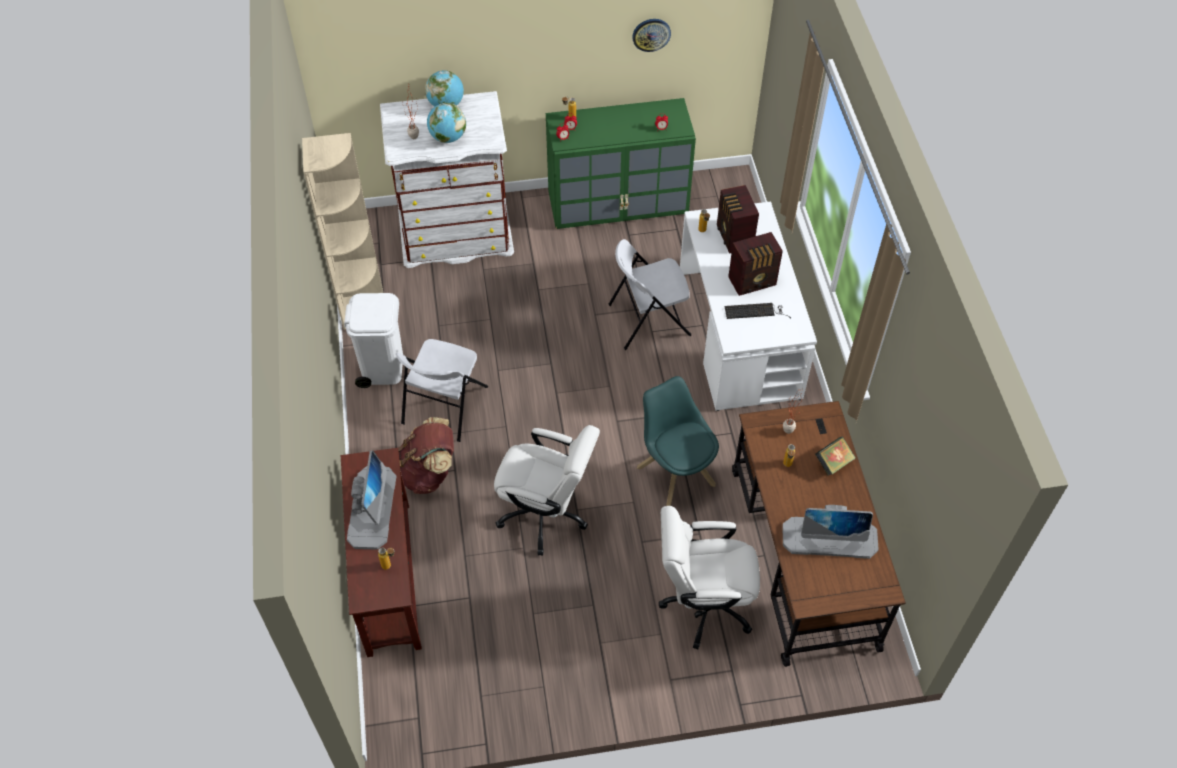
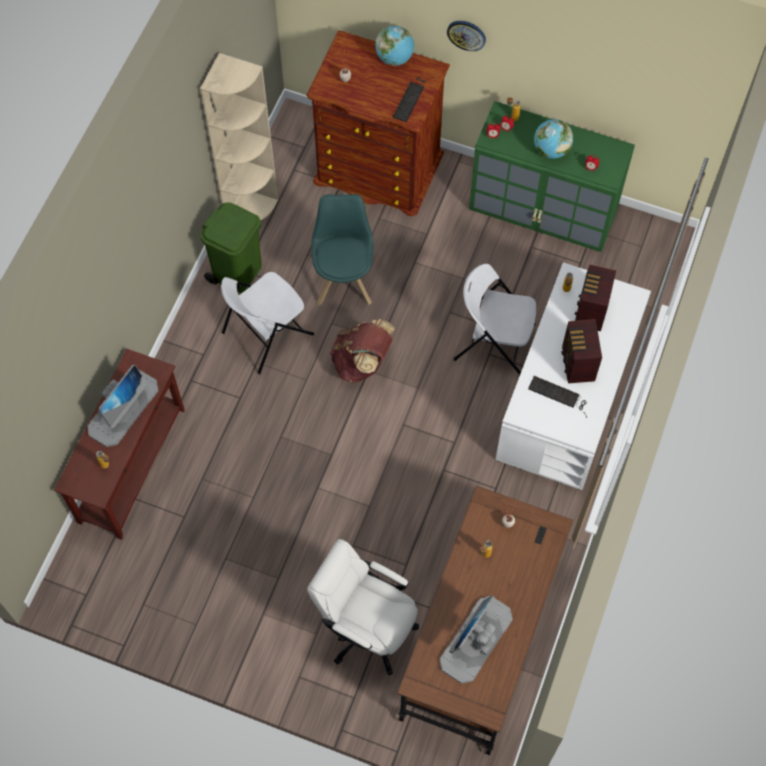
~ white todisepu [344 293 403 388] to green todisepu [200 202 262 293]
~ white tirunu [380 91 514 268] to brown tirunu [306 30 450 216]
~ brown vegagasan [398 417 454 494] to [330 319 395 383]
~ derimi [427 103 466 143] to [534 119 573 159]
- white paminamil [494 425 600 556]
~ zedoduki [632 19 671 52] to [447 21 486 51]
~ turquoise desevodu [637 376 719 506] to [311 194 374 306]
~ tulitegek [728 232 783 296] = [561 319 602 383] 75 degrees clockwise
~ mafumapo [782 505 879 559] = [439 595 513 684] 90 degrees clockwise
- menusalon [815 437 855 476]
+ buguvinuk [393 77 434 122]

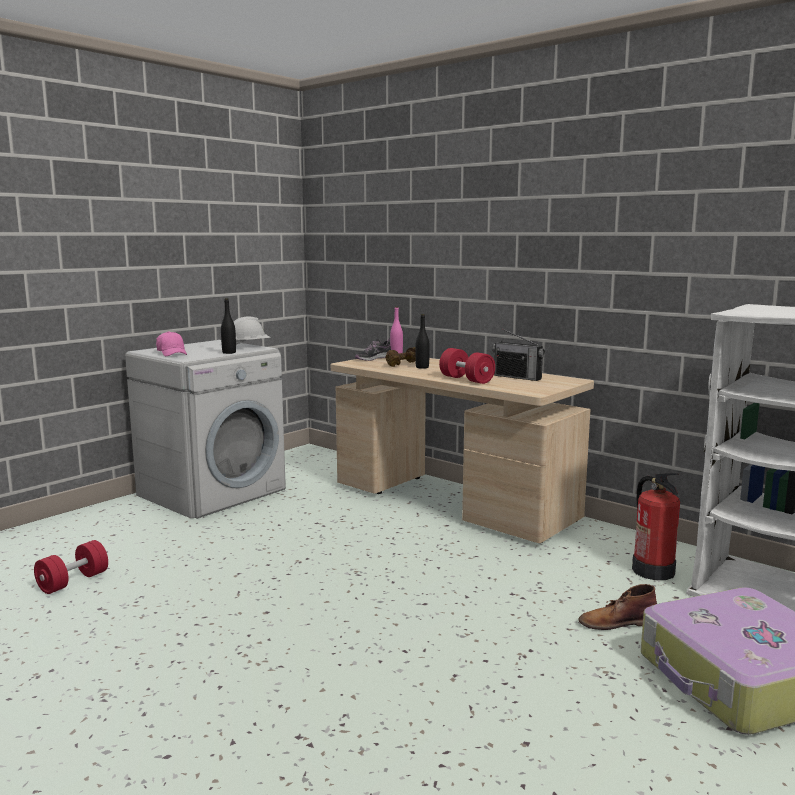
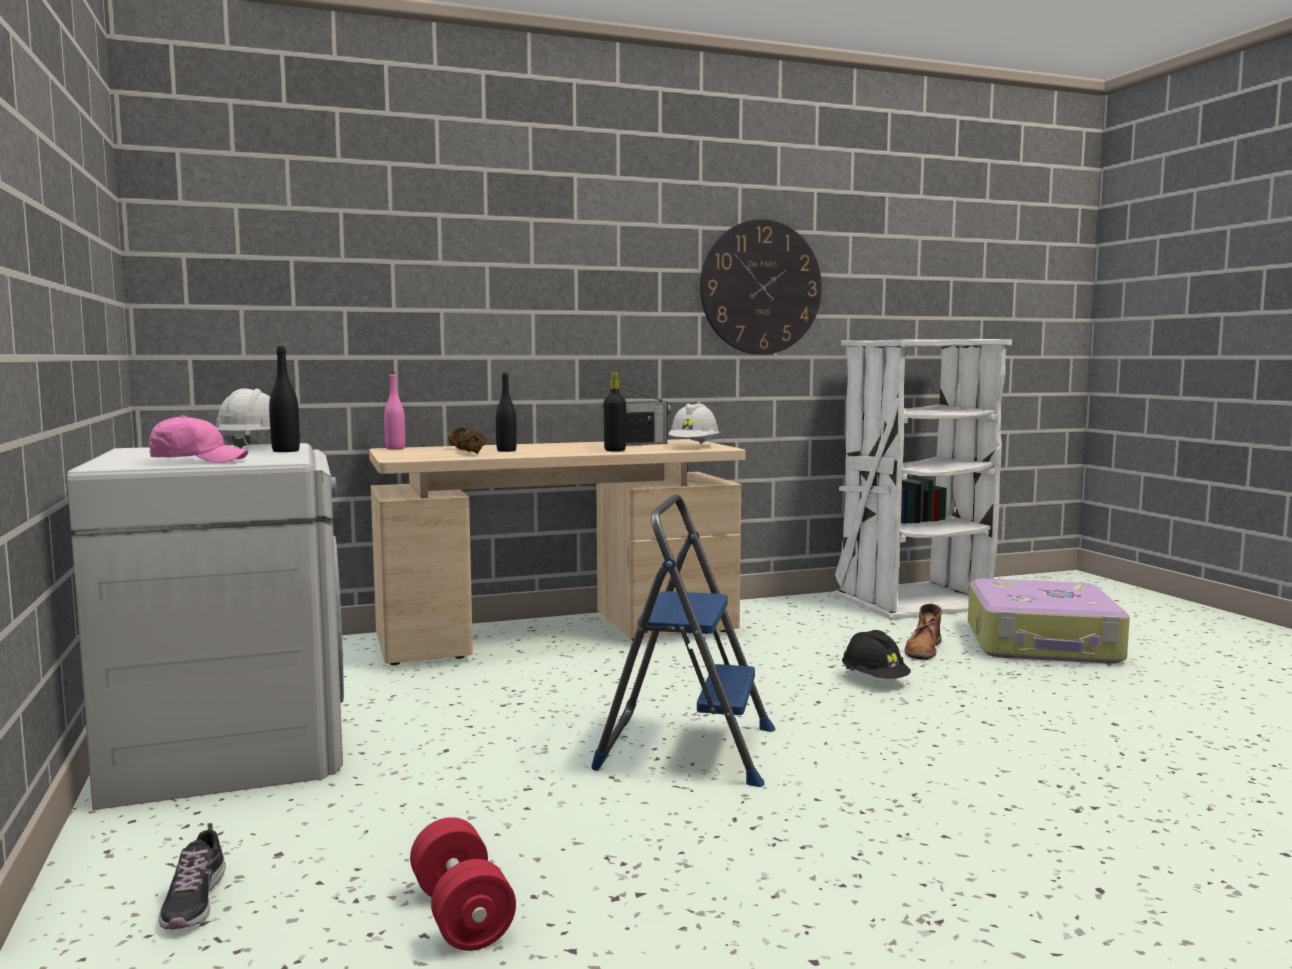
~ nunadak [355 338 391 361] to [159 823 226 929]
~ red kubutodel [439 348 495 384] to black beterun [604 373 626 452]
- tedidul [632 473 680 580]
+ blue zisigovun [591 494 775 787]
+ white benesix [669 403 719 444]
+ zedoduki [700 219 822 355]
+ black benesix [842 630 911 679]

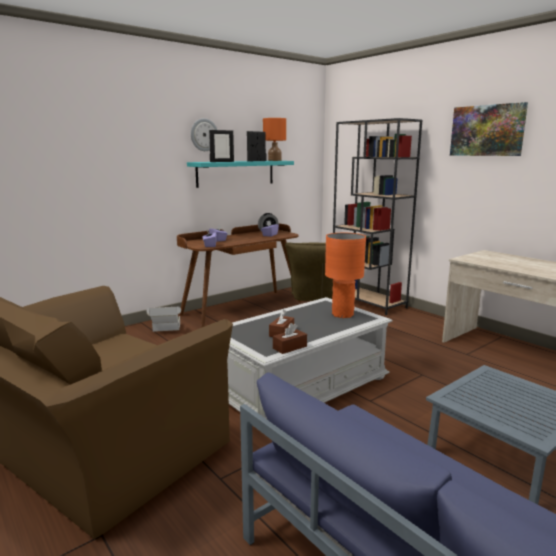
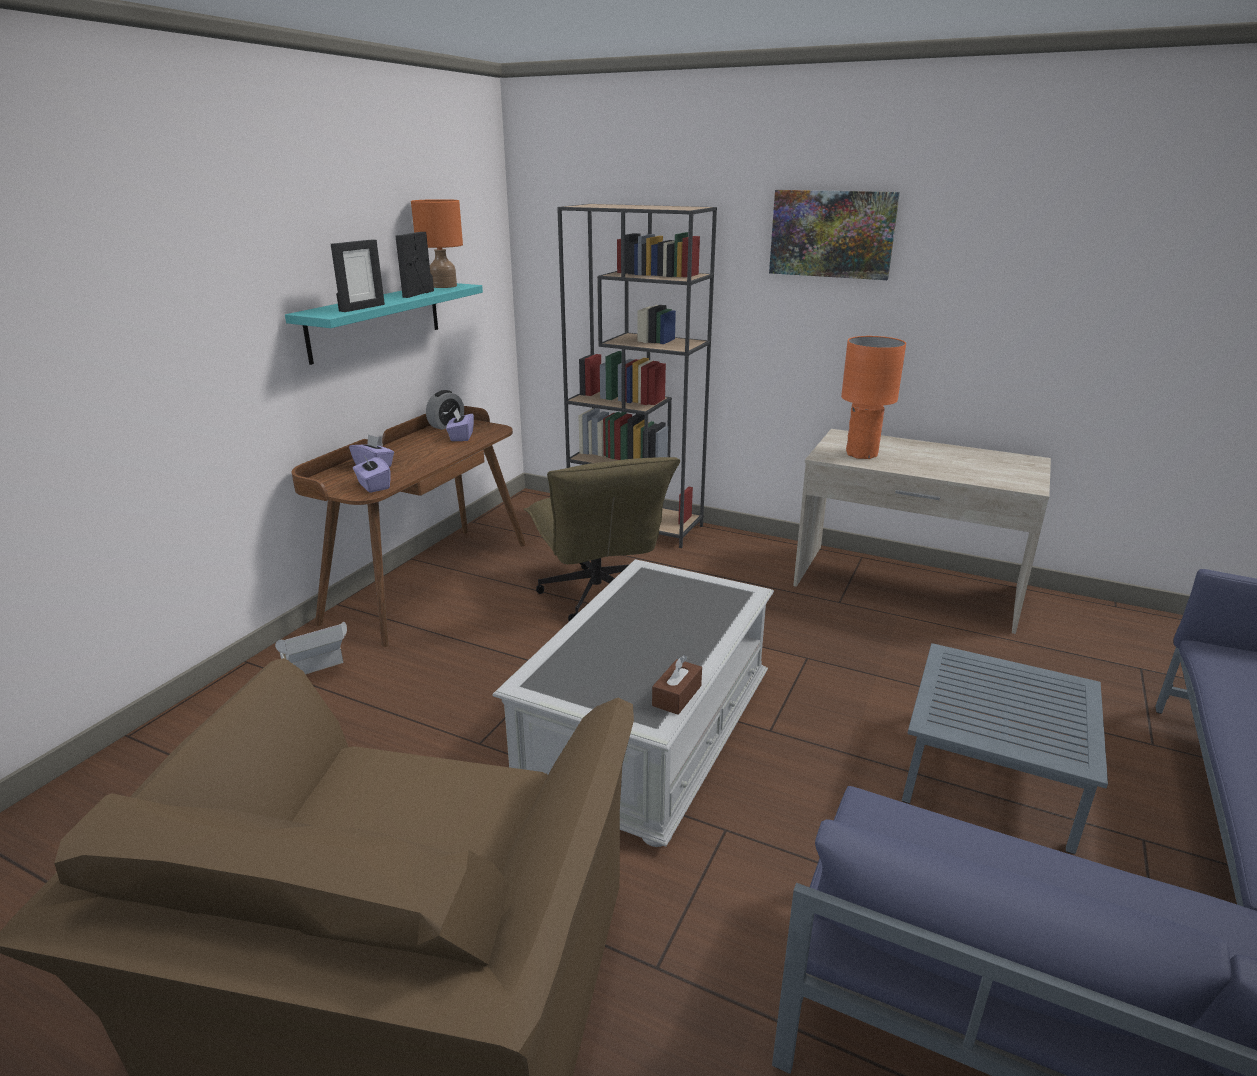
- zedoduki [191 118 217 151]
- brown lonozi [269 310 294 337]
~ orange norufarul [325 233 366 318] to [841 336 906 459]

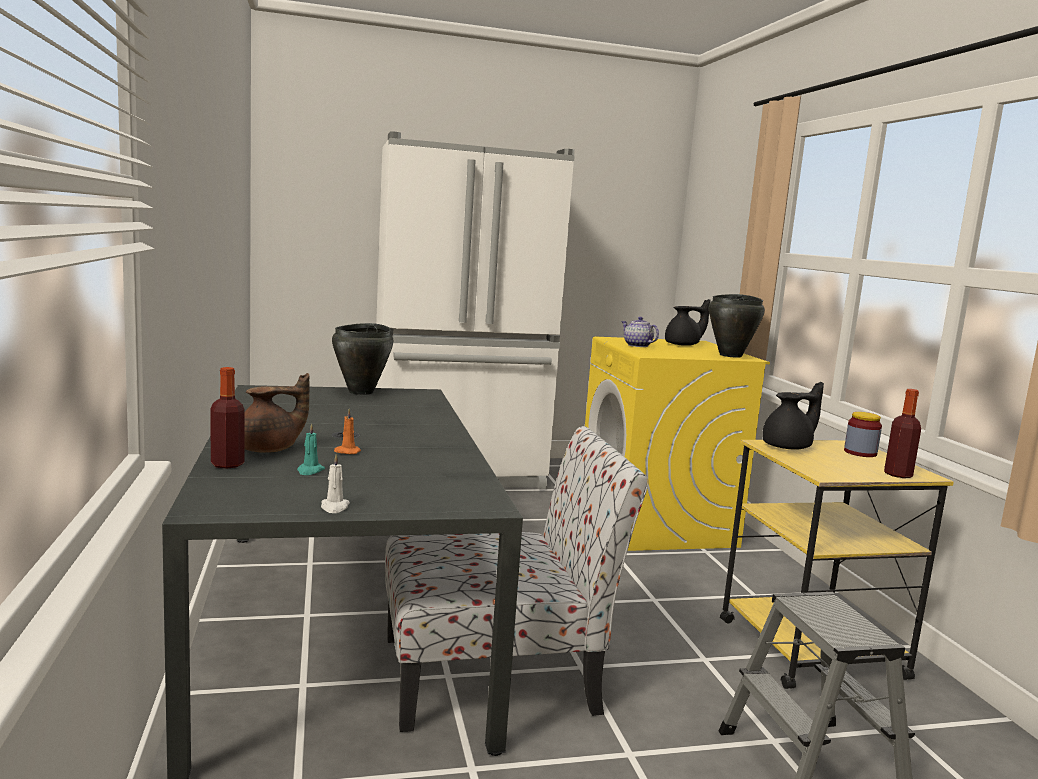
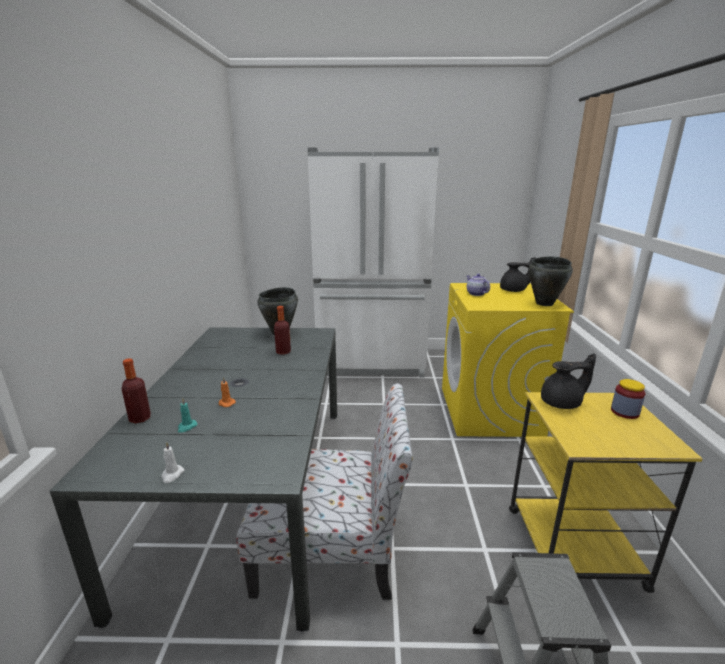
- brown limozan [245 373 310 453]
~ beterun [884 389 921 478] to [274 306 291 355]

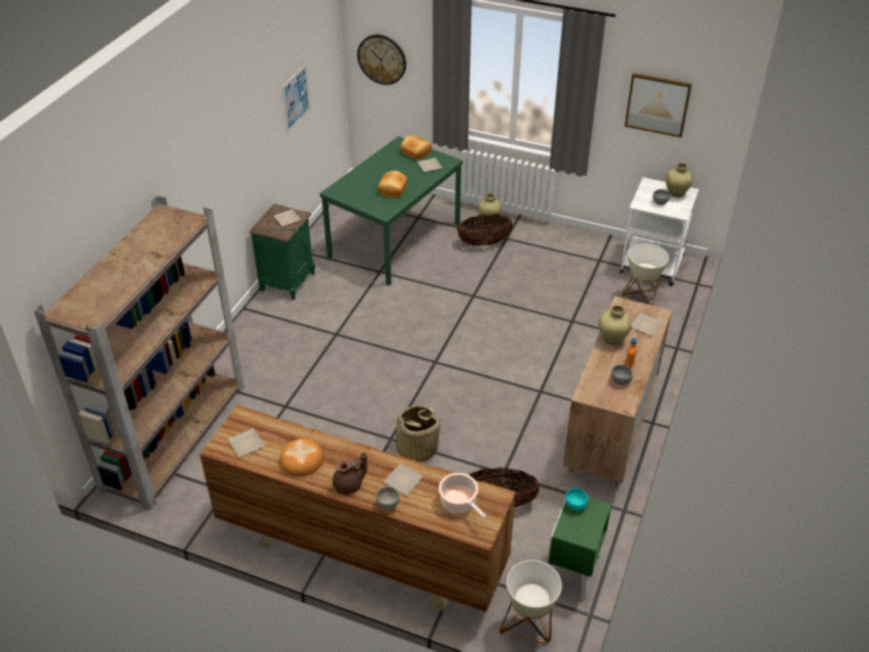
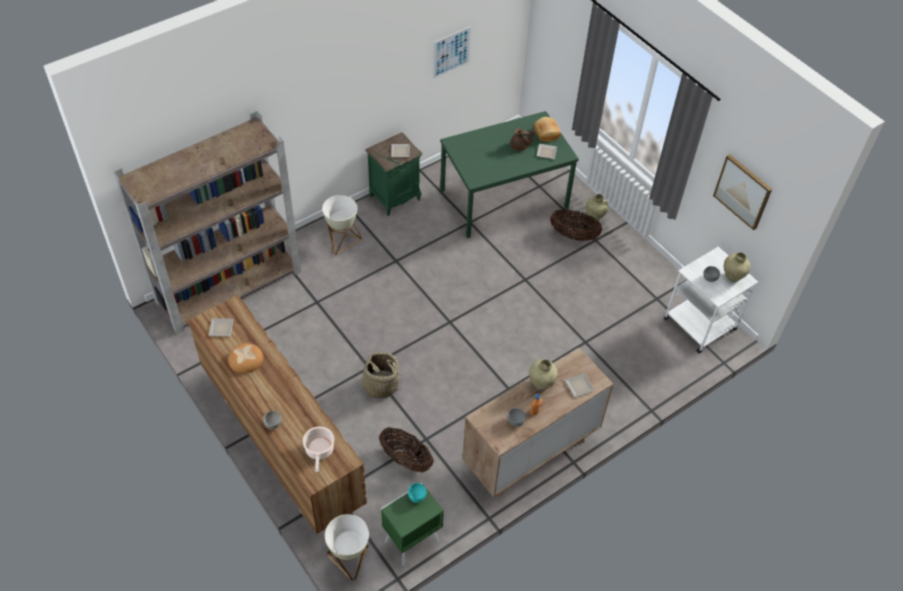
~ brown limozan [333 452 367 494] to [510 128 535 151]
- zedoduki [357 35 406 85]
- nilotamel [378 171 407 197]
- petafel [383 464 424 495]
~ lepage [622 244 669 306] to [322 195 362 255]

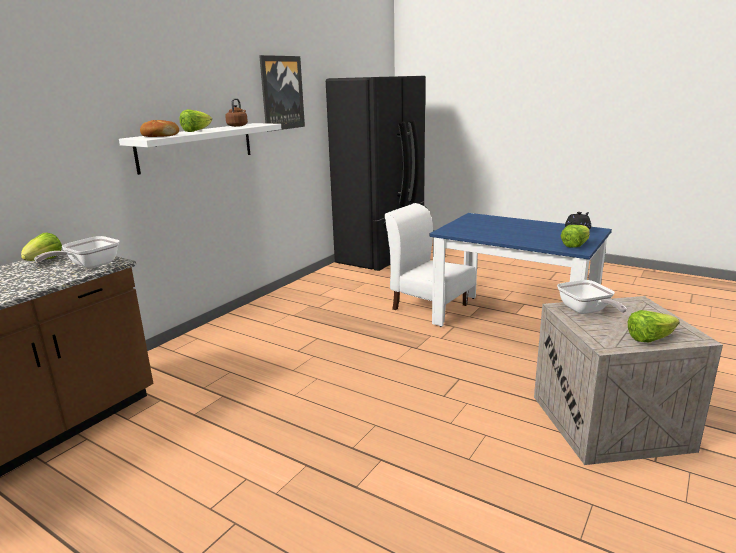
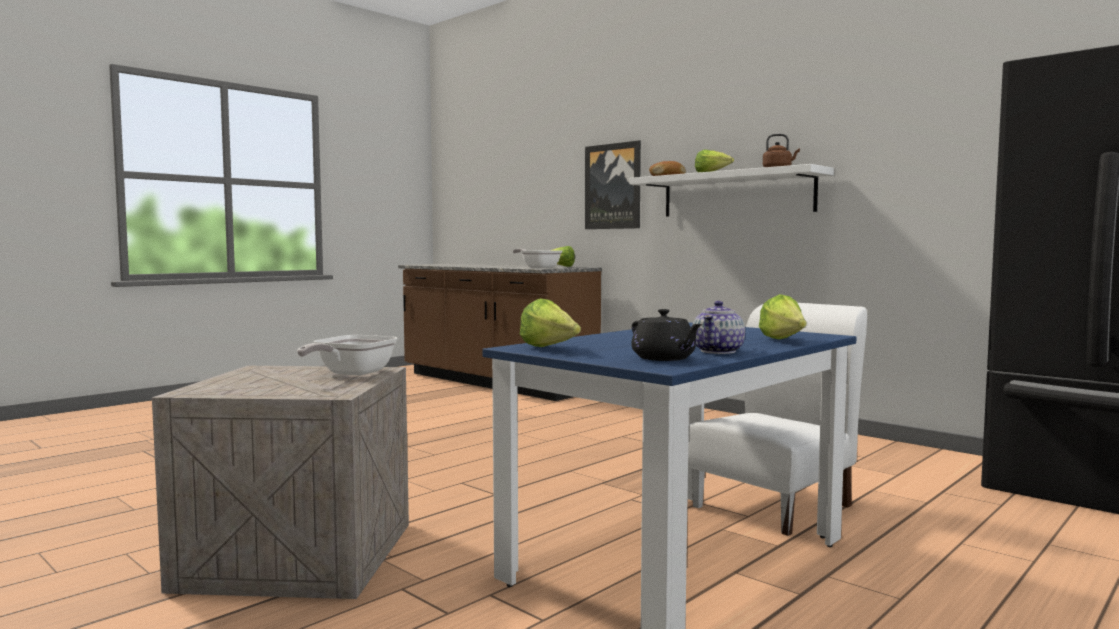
~ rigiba [259 55 305 132] to [585 141 641 229]
~ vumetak [557 280 627 314] = [297 335 397 376] 60 degrees counterclockwise
~ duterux [628 310 680 342] to [759 294 807 339]
+ limozan [693 301 745 354]

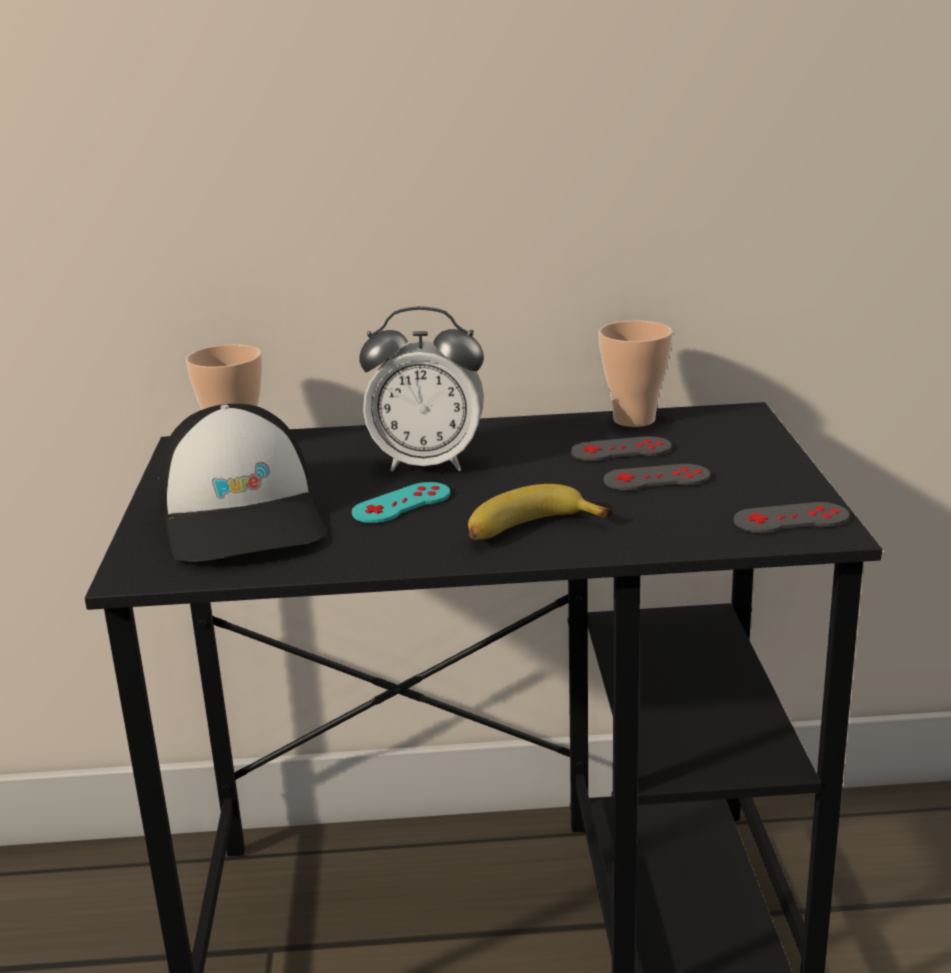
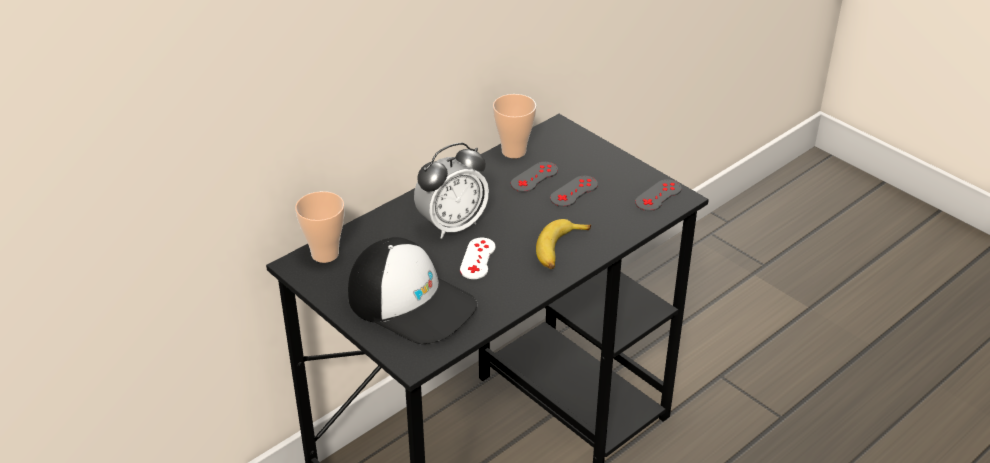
~ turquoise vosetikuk [352 482 450 523] to white vosetikuk [460 238 495 279]

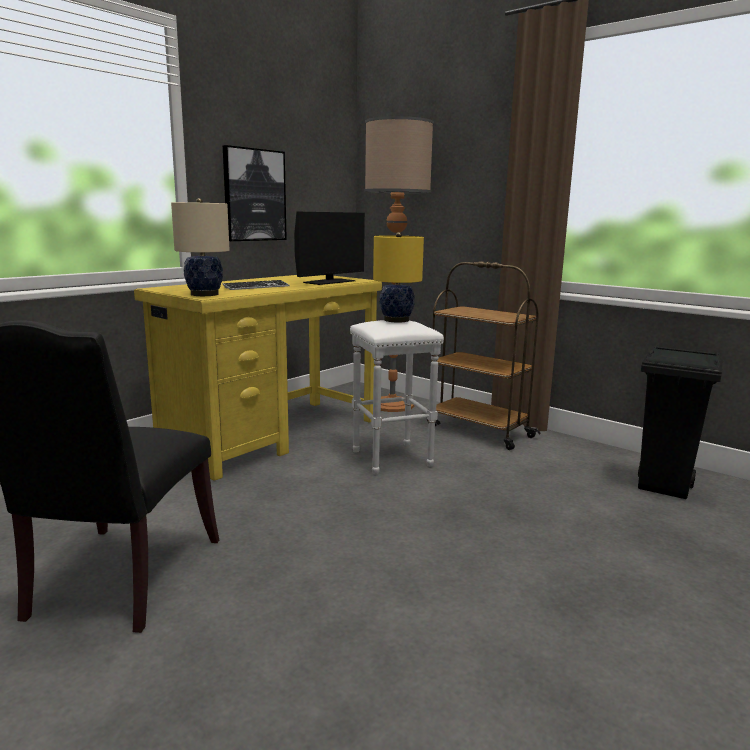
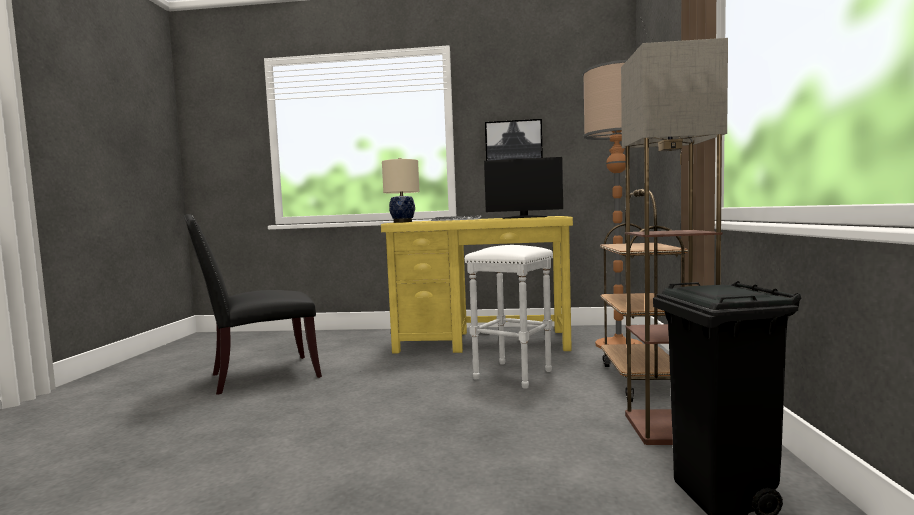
- yellow norufarul [373 232 424 322]
+ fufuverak [621 38 728 445]

